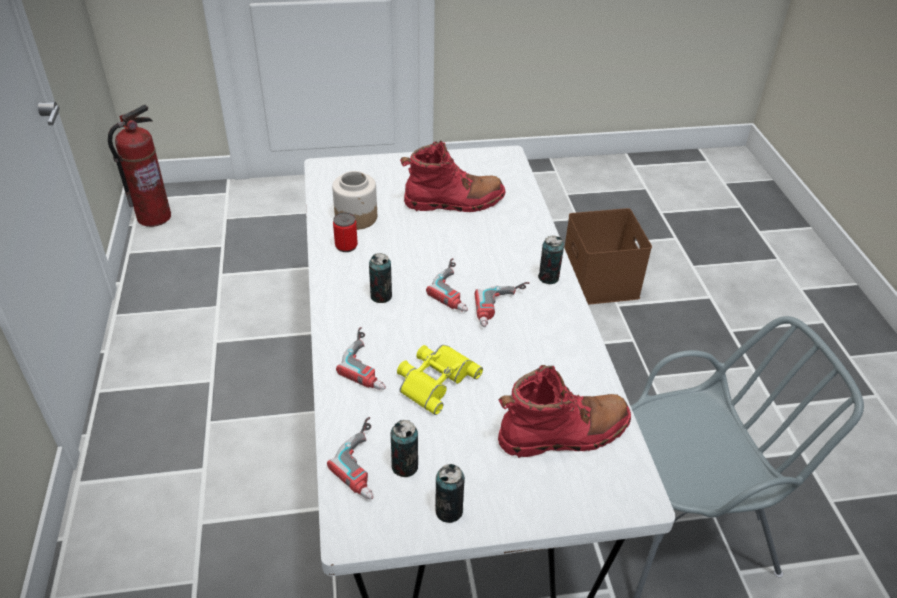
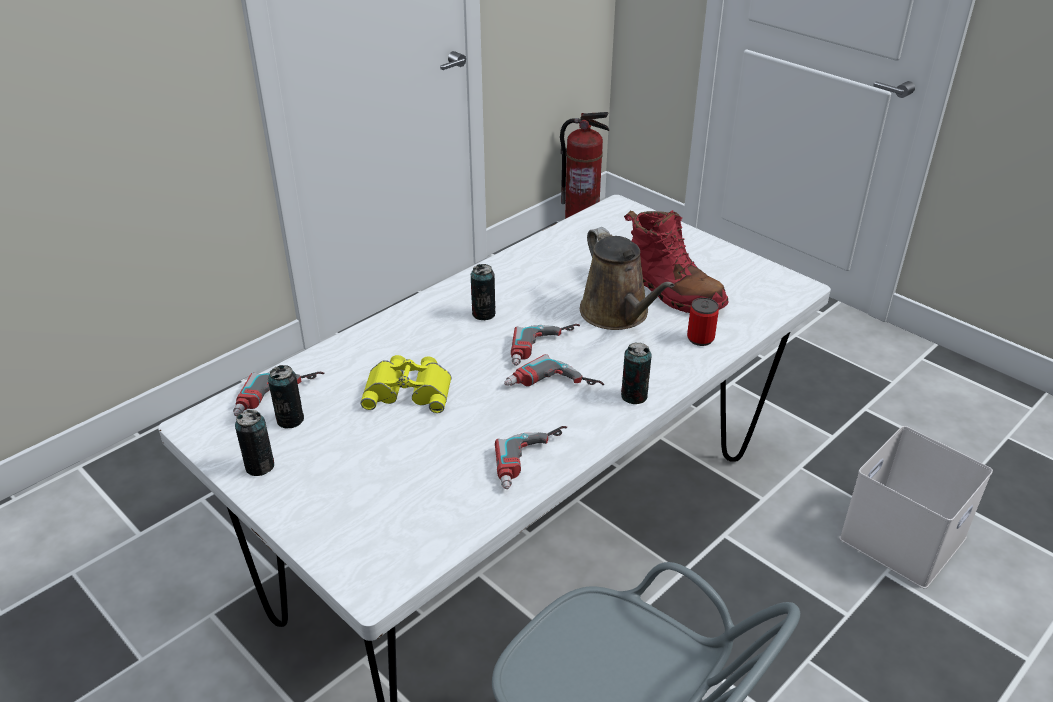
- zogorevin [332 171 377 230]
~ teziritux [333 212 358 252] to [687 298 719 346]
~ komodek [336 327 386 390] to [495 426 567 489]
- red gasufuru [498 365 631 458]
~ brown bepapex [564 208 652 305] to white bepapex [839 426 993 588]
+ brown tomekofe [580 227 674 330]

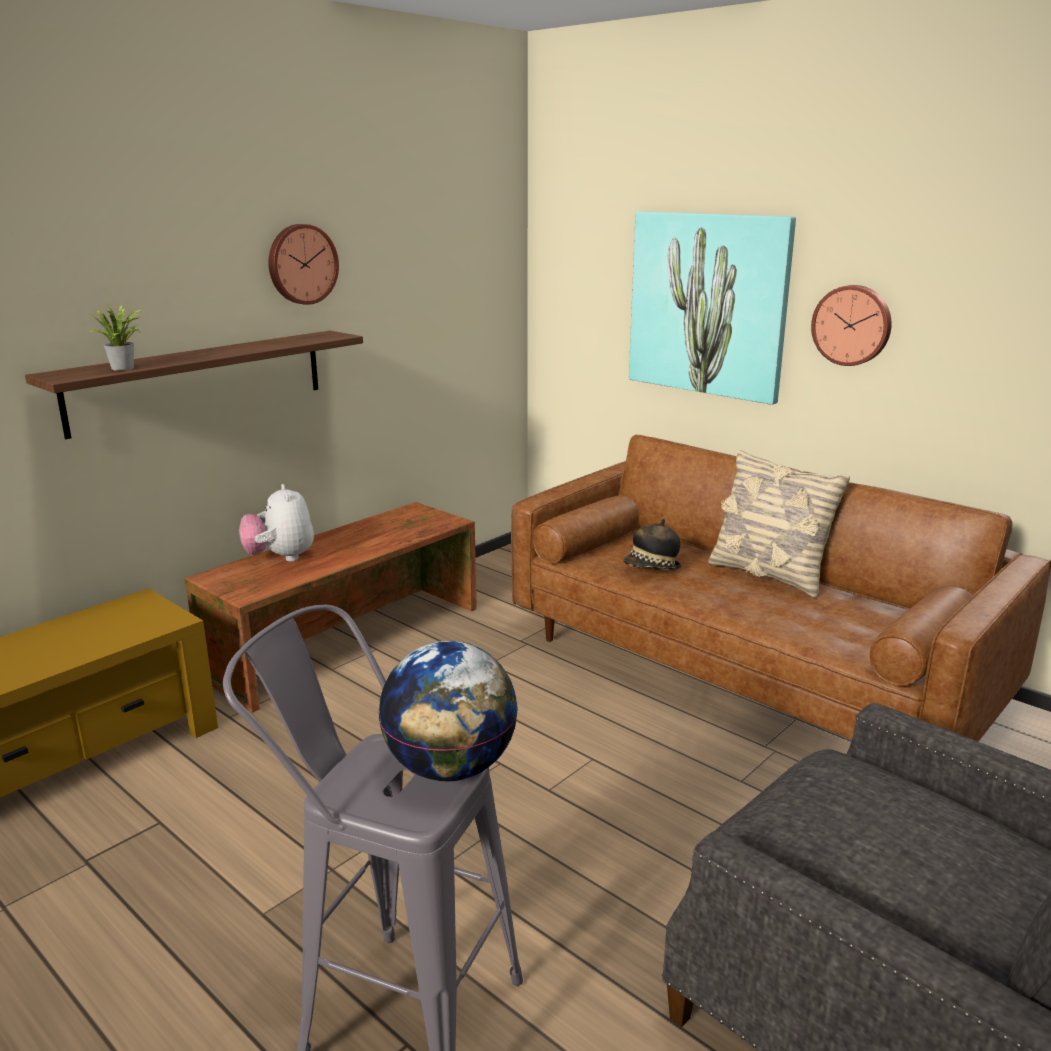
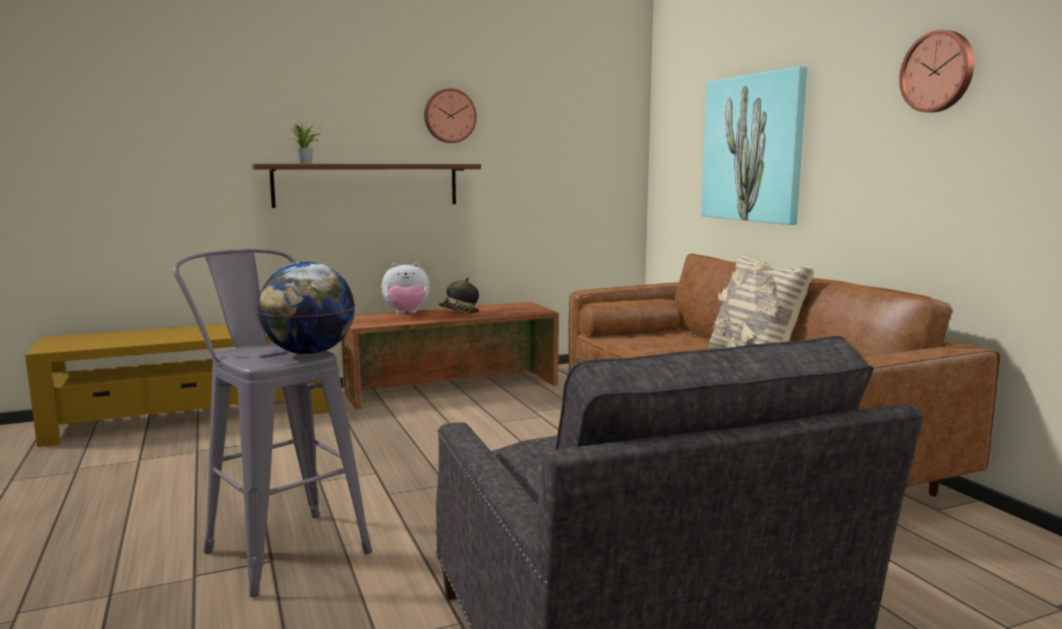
~ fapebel [239 484 314 562] = [381 262 430 314] 105 degrees counterclockwise
~ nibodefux [623 519 681 570] to [439 277 479 313]
~ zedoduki [811 285 892 366] to [899 30 975 112]

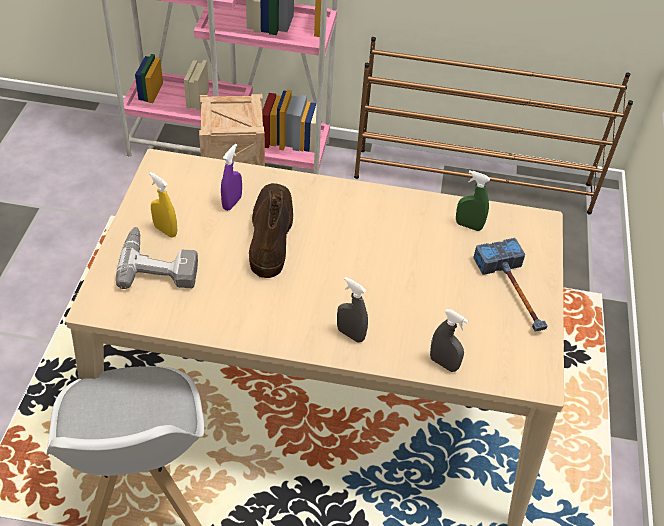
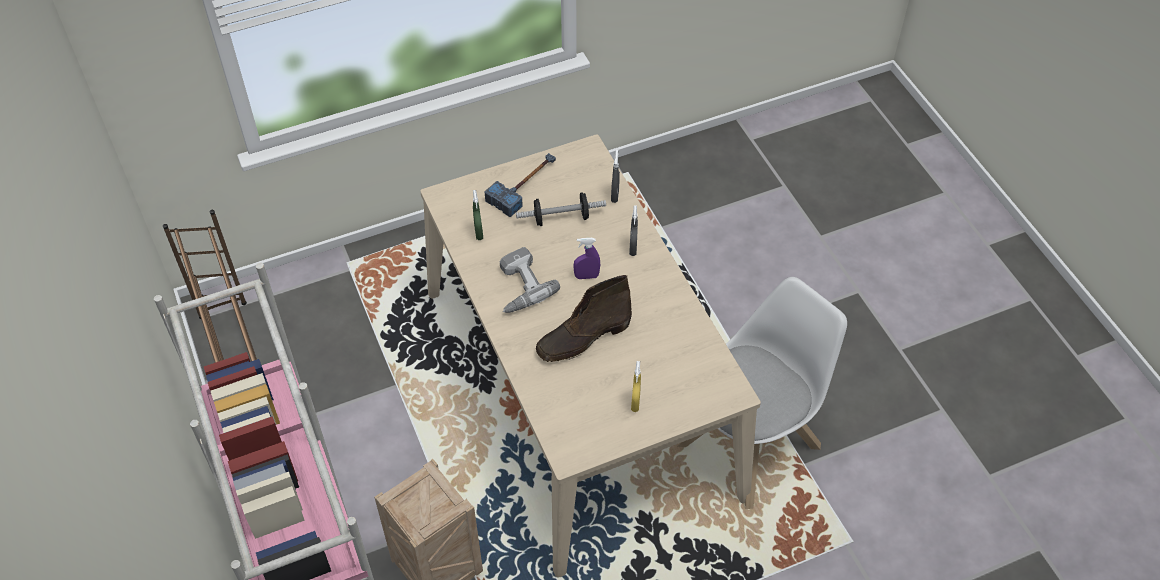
~ komodek [116 227 198 289] to [500 247 560 313]
~ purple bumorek [221 144 242 211] to [573 238 600 279]
+ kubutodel [516 193 606 226]

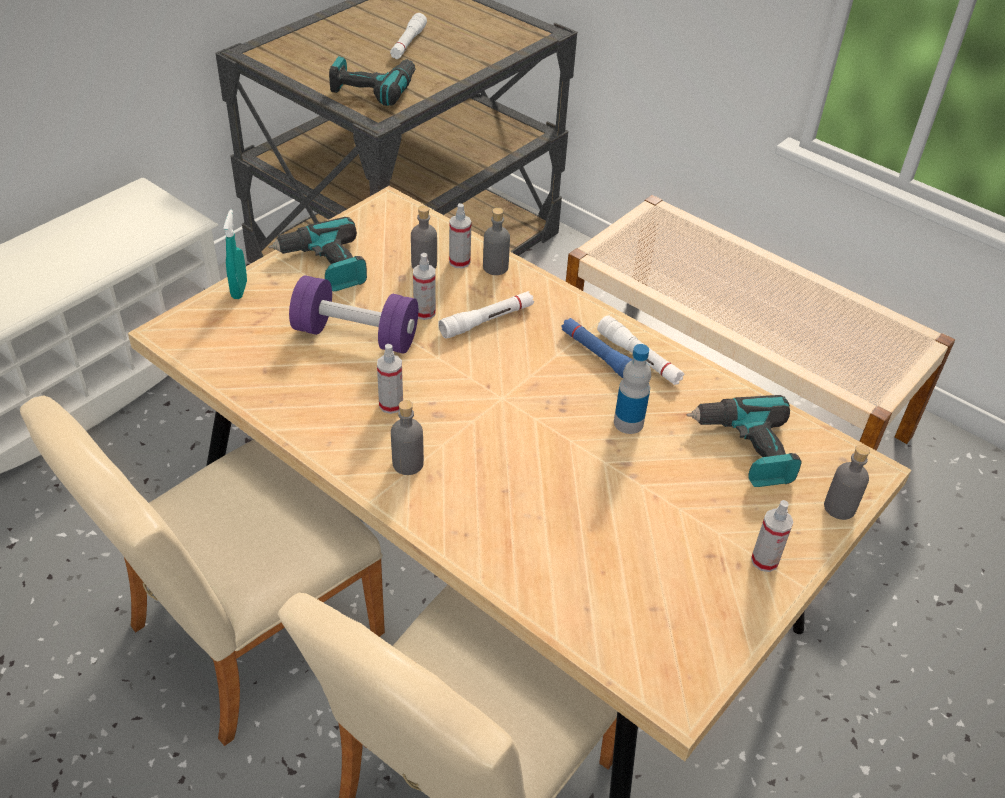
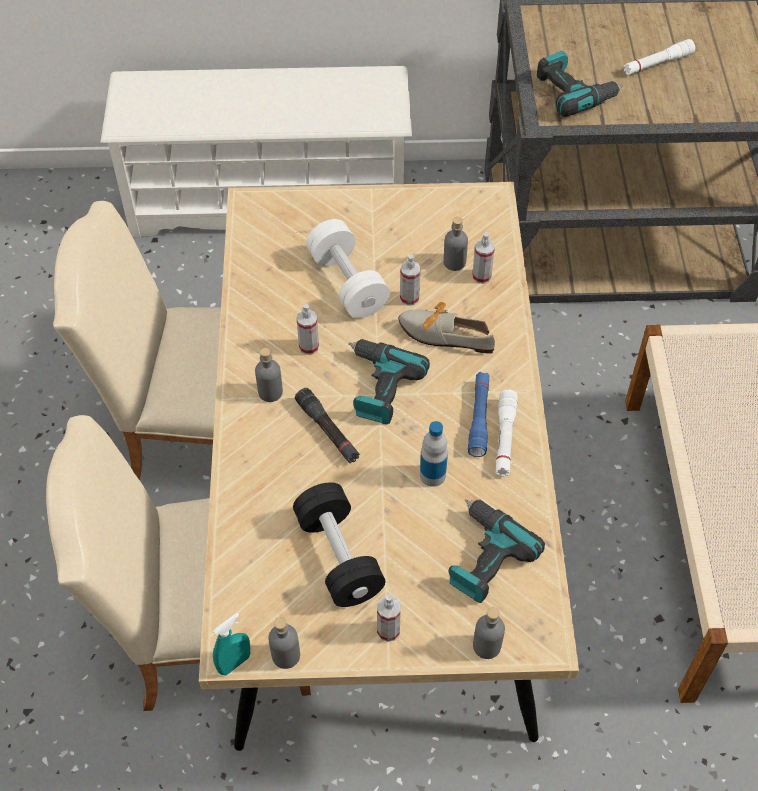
~ turquoise bumorek [223 210 247 299] to [213 613 250 675]
~ komodek [268 217 367 291] to [348 339 430 424]
~ purple kubutodel [289 275 418 354] to white kubutodel [306 219 390 318]
~ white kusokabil [438 291 534 339] to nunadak [398 302 495 354]
~ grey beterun [483 208 510 275] to [268 617 300 669]
+ black kubutodel [293 482 385 607]
+ black kusokabil [295 388 360 463]

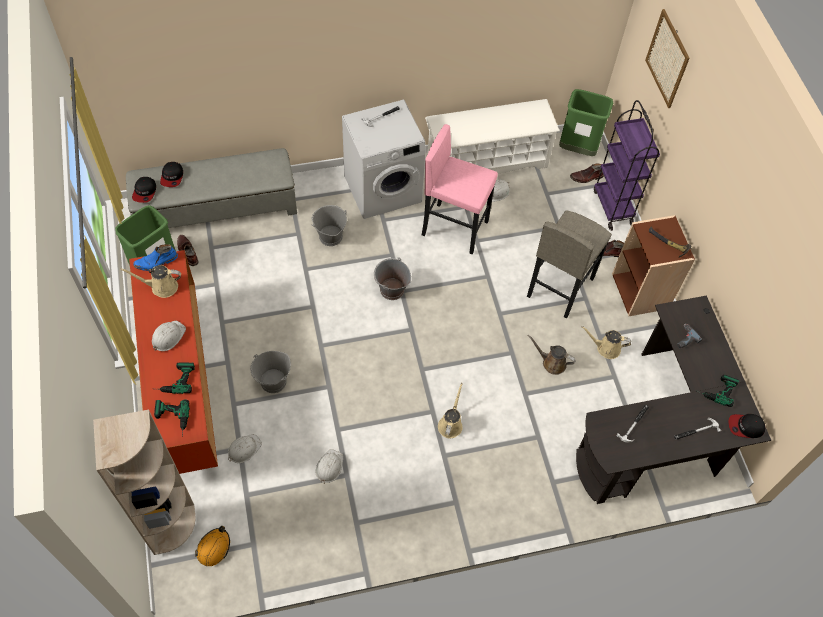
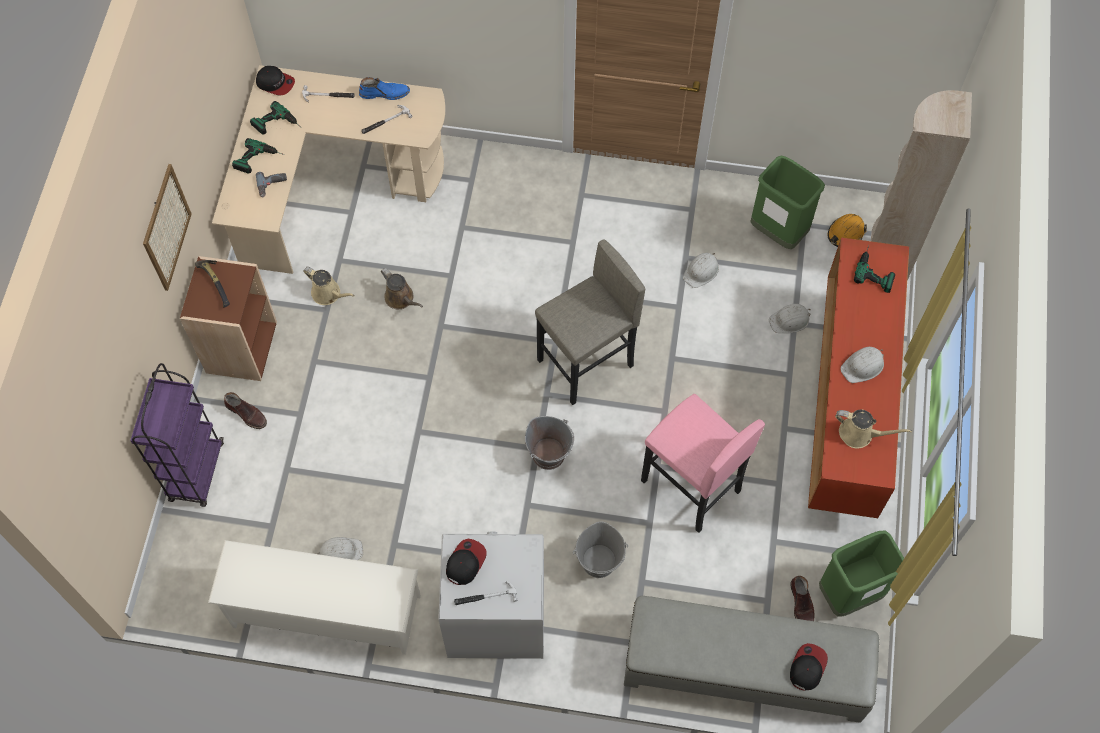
~ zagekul [132 177 156 203] to [446 539 487 585]
~ blue gasufuru [133 244 178 271] to [359 77 410 100]
~ komodek [159 362 195 394] to [232 138 284 174]
- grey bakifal [250 351 291 393]
~ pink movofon [422 124 498 254] to [641 394 765 533]
- beige tomekofe [438 383 463 438]
~ grey movofon [527 210 612 319] to [535 239 645 405]
~ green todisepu [559 89 613 156] to [750 155 825 249]
- brown gasufuru [570 163 604 183]
~ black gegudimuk [576 295 771 504] to beige gegudimuk [212 65 445 274]
~ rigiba [645 9 690 108] to [143 164 192 291]

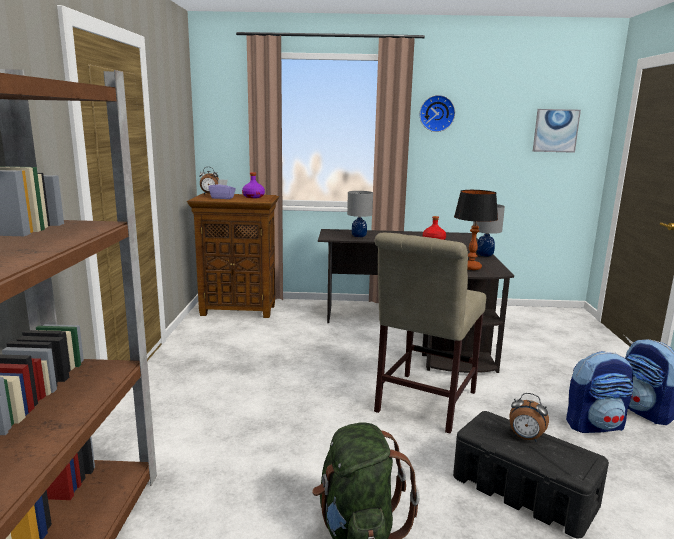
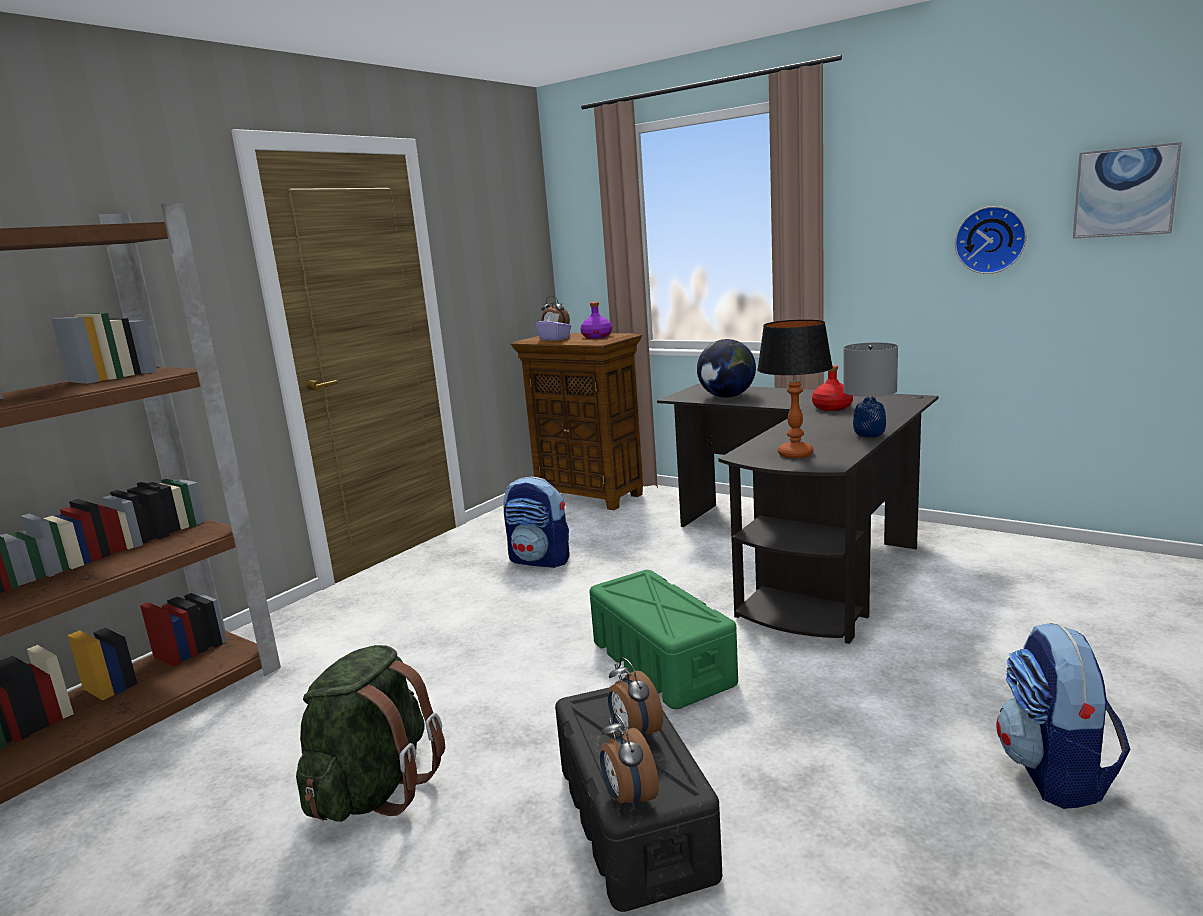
~ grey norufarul [347 191 373 237] to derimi [697 339 756 398]
~ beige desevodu [374 233 486 433] to green bepapex [589 570 738 709]
~ zedoduki [419 95 455 132] to [955 206 1027 274]
~ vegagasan [566 351 633 433] to [503 477 570 568]
+ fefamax [600 713 659 811]

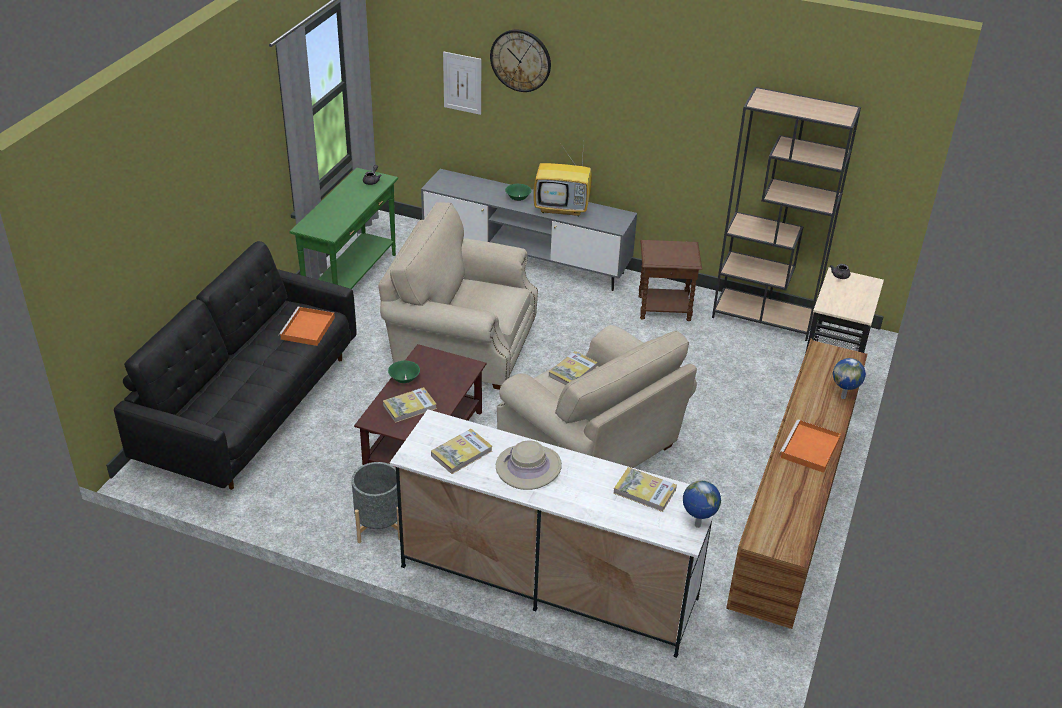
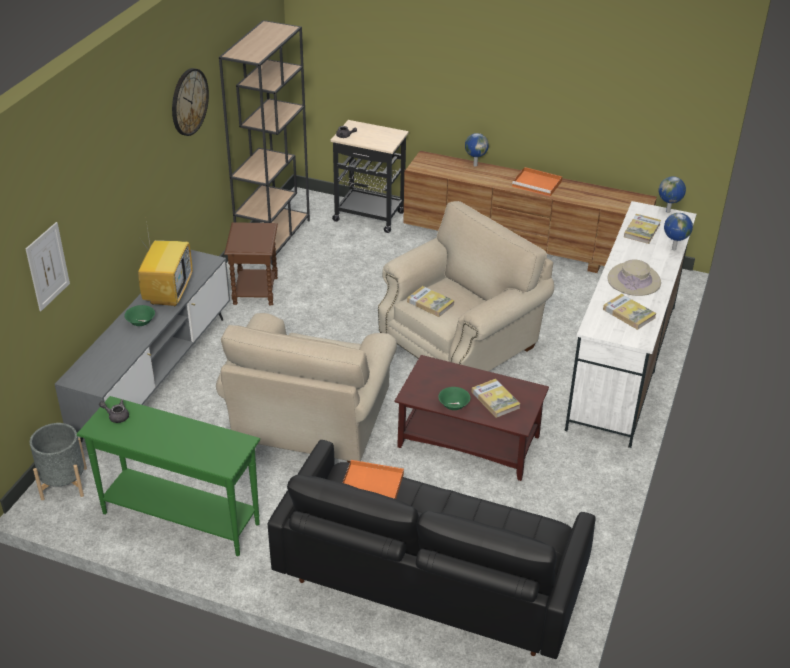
~ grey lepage [351 462 400 543] to [30 423 87 500]
~ zedoduki [490 30 551 92] to [172 68 209 136]
+ derimi [664 213 693 251]

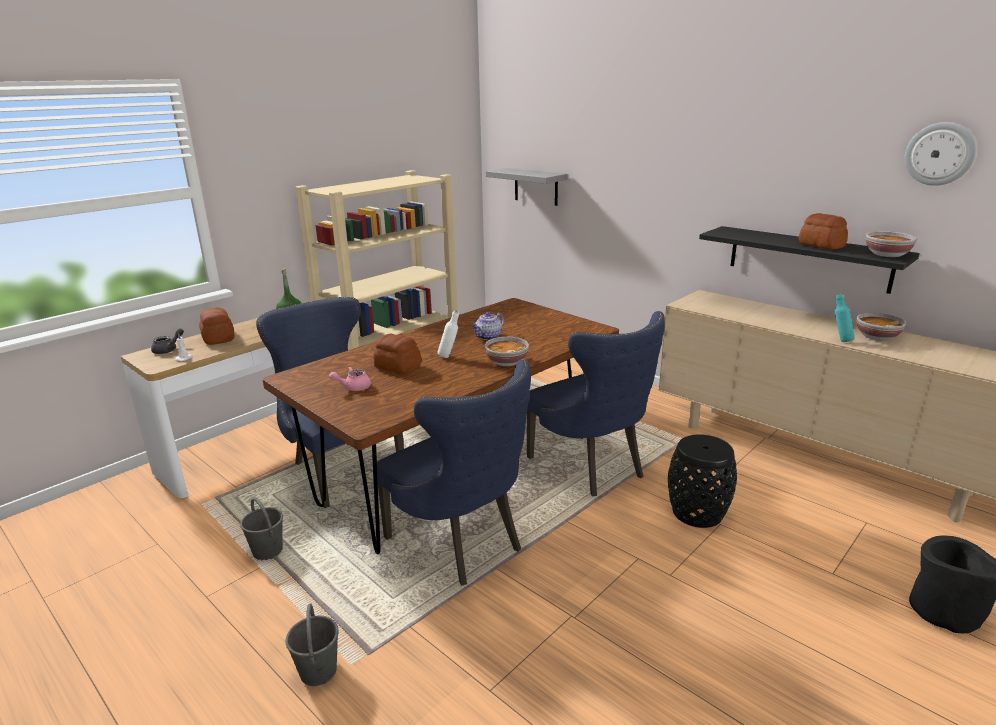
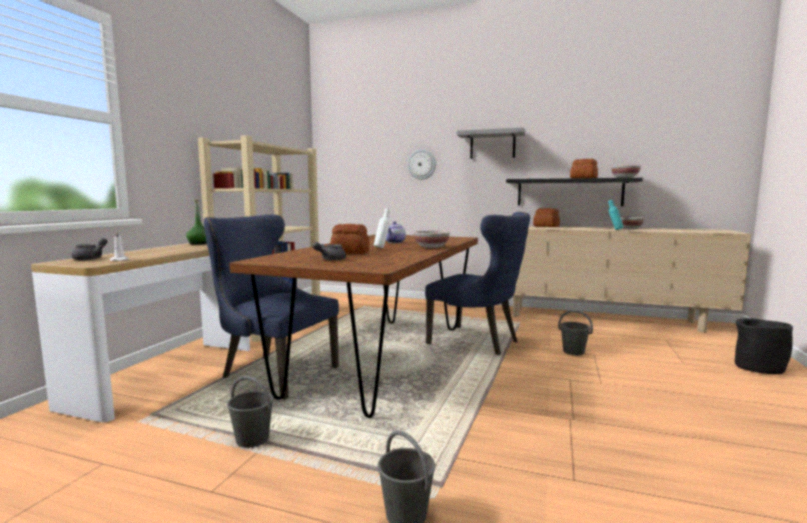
~ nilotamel [199 307 234 345] to [533 208 560 227]
~ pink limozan [329 367 371 391] to grey limozan [313 242 346 261]
- blue desevodu [377 359 531 586]
~ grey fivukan [486 168 568 206] to [457 127 526 159]
~ black movofon [668 435 737 528] to grey bakifal [558 310 593 355]
~ zedoduki [904 122 976 186] to [407 149 436 180]

